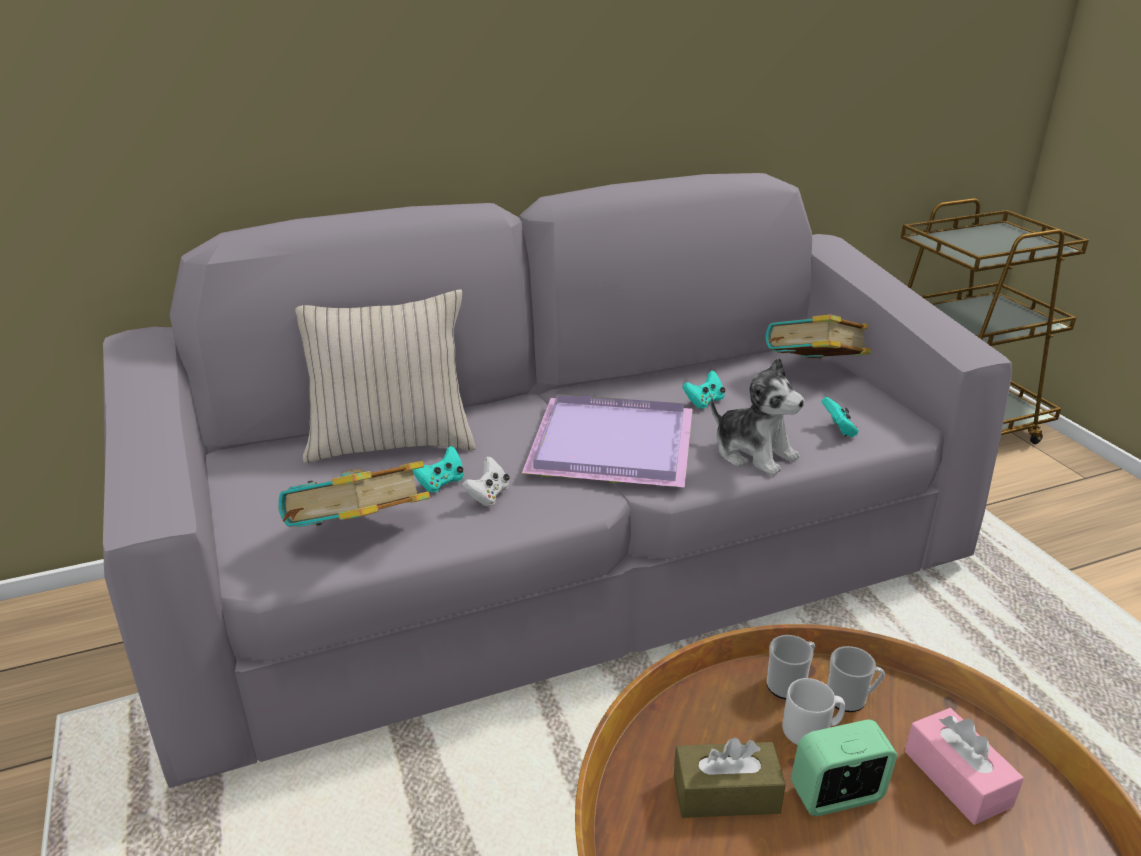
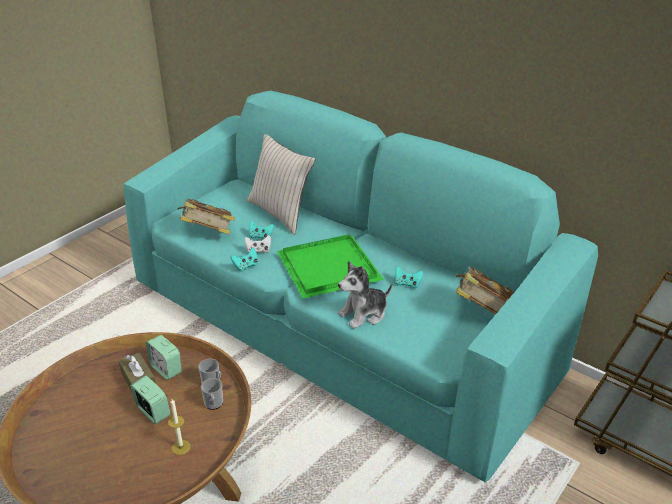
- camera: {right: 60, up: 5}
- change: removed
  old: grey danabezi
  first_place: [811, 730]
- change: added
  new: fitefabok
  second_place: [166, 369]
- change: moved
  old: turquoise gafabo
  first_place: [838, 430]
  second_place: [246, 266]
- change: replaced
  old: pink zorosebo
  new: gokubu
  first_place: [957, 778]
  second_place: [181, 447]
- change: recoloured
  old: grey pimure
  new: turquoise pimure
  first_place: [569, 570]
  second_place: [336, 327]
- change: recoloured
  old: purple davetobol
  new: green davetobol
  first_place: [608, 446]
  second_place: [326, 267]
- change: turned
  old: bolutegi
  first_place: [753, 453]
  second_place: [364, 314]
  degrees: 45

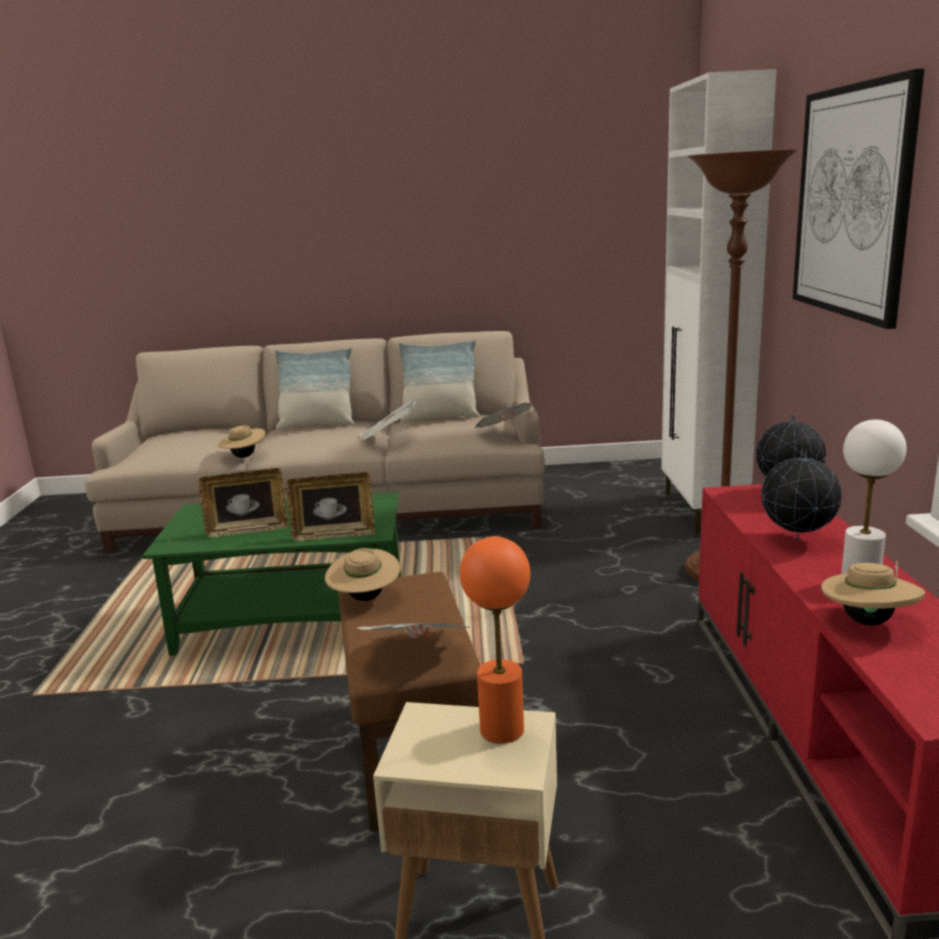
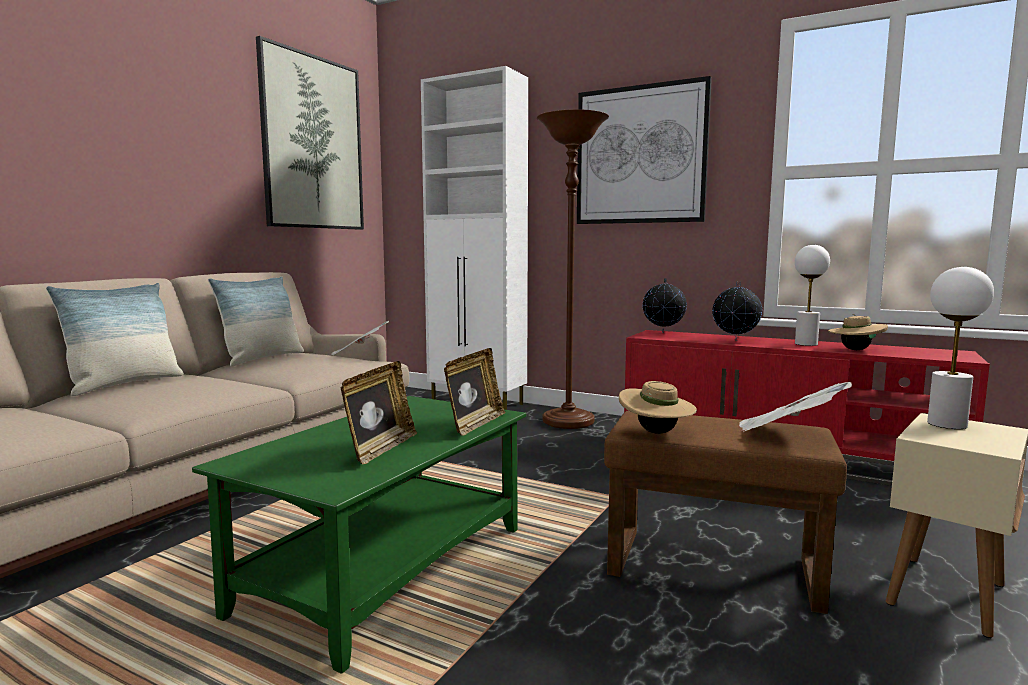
- camera: {right: -60, up: -10}
- change: removed
  old: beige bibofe
  first_place: [243, 456]
- change: removed
  old: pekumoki
  first_place: [387, 437]
- change: added
  new: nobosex
  second_place: [313, 143]
- change: recoloured
  old: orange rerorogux
  new: white rerorogux
  first_place: [501, 729]
  second_place: [946, 424]

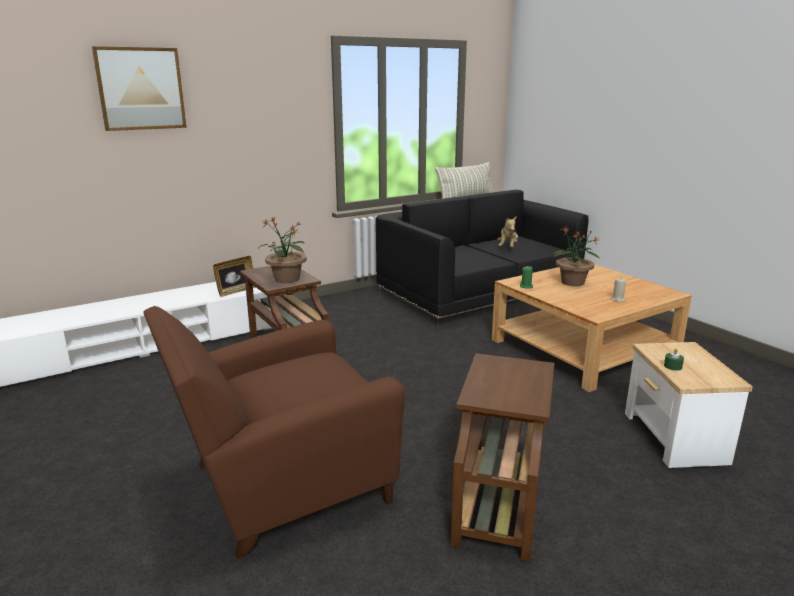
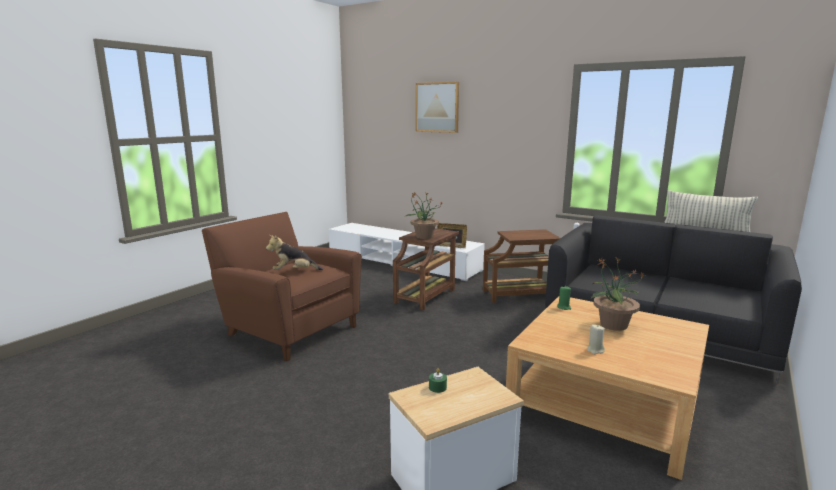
- camera: {right: 65, up: -5}
- change: moved
  old: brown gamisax
  first_place: [499, 504]
  second_place: [519, 295]
- change: moved
  old: bolutegi
  first_place: [508, 247]
  second_place: [294, 272]

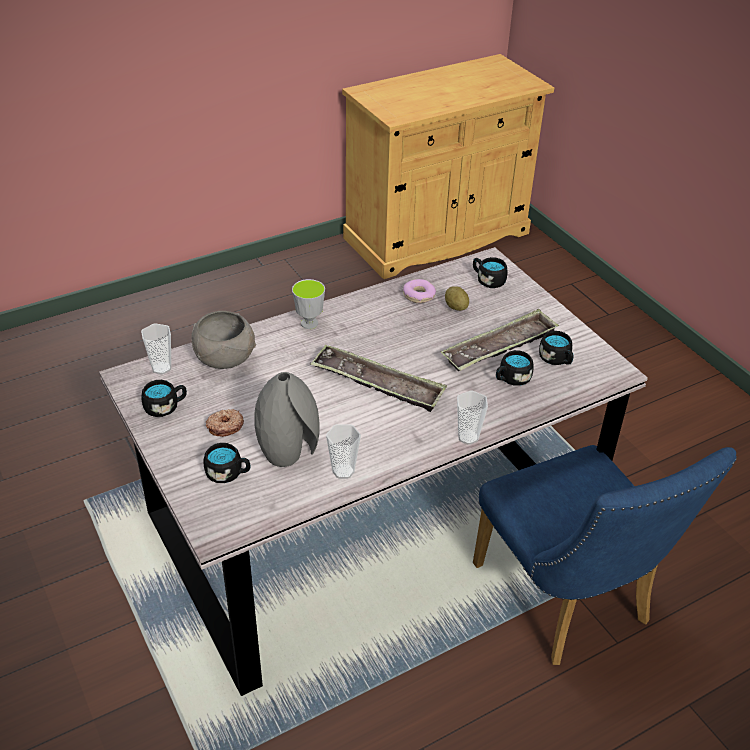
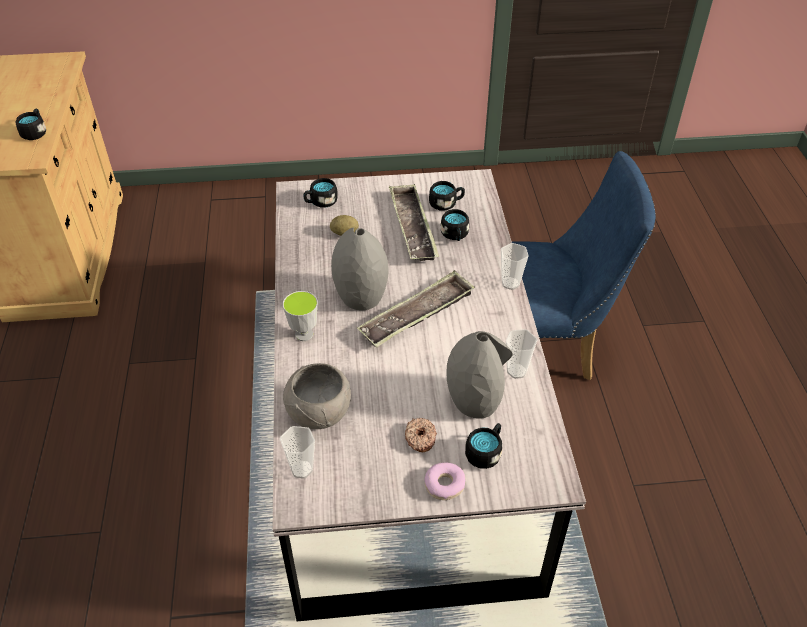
- camera: {right: -65, up: 5}
- change: added
  new: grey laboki
  second_place: [361, 297]
- change: moved
  old: black danabezi
  first_place: [166, 407]
  second_place: [35, 132]
- change: moved
  old: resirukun
  first_place: [419, 296]
  second_place: [444, 485]

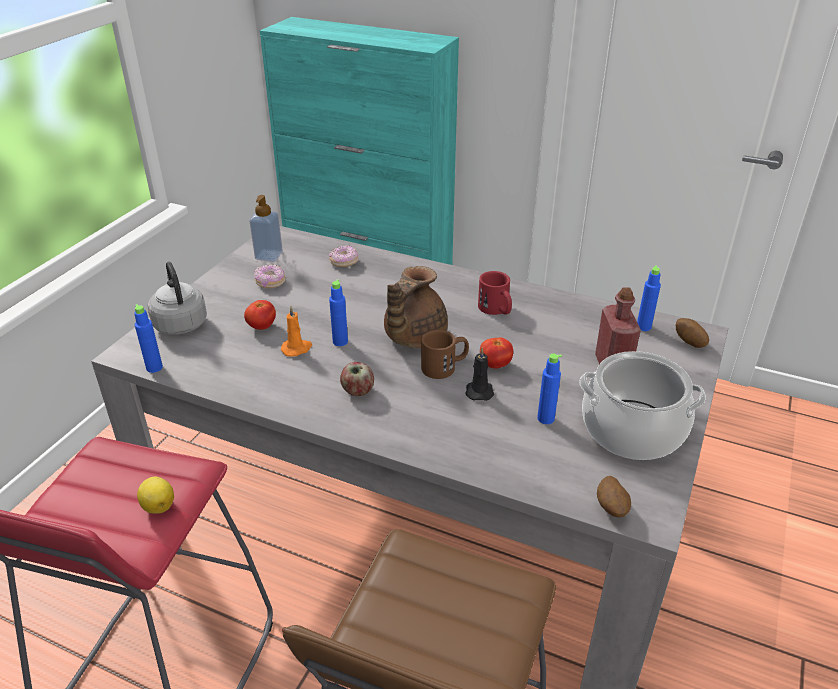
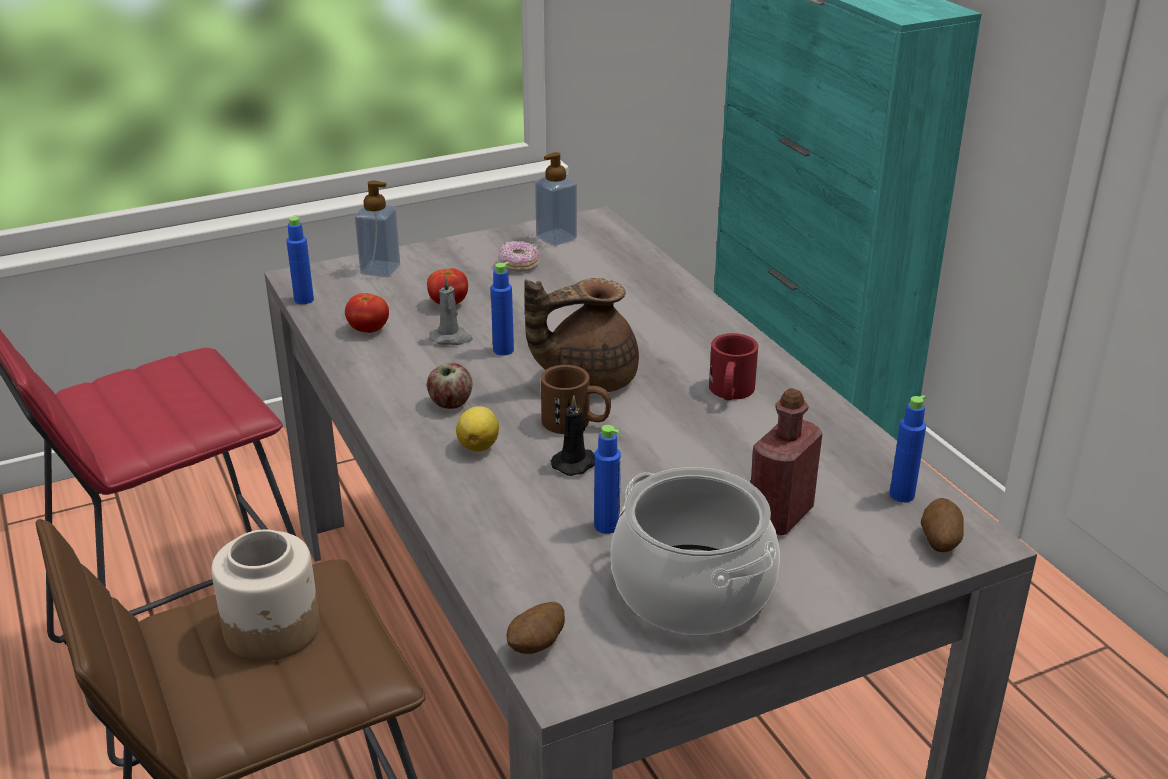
- camera: {right: 40, up: -5}
- change: removed
  old: resirukun
  first_place: [344, 262]
- change: added
  new: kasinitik
  second_place: [273, 630]
- change: moved
  old: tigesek
  first_place: [158, 505]
  second_place: [479, 445]
- change: moved
  old: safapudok
  first_place: [495, 365]
  second_place: [368, 330]
- change: replaced
  old: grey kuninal
  new: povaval
  first_place: [180, 323]
  second_place: [380, 269]
- change: recoloured
  old: orange gokubu
  new: grey gokubu
  first_place: [297, 348]
  second_place: [451, 338]

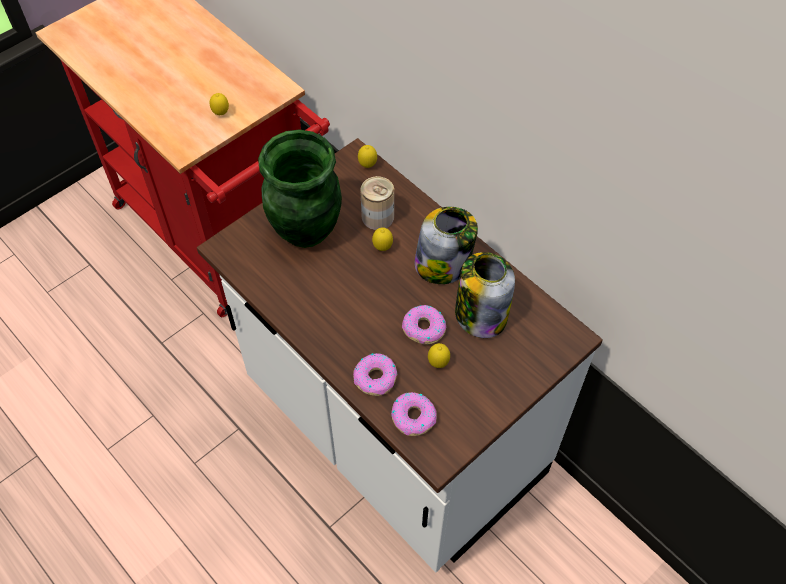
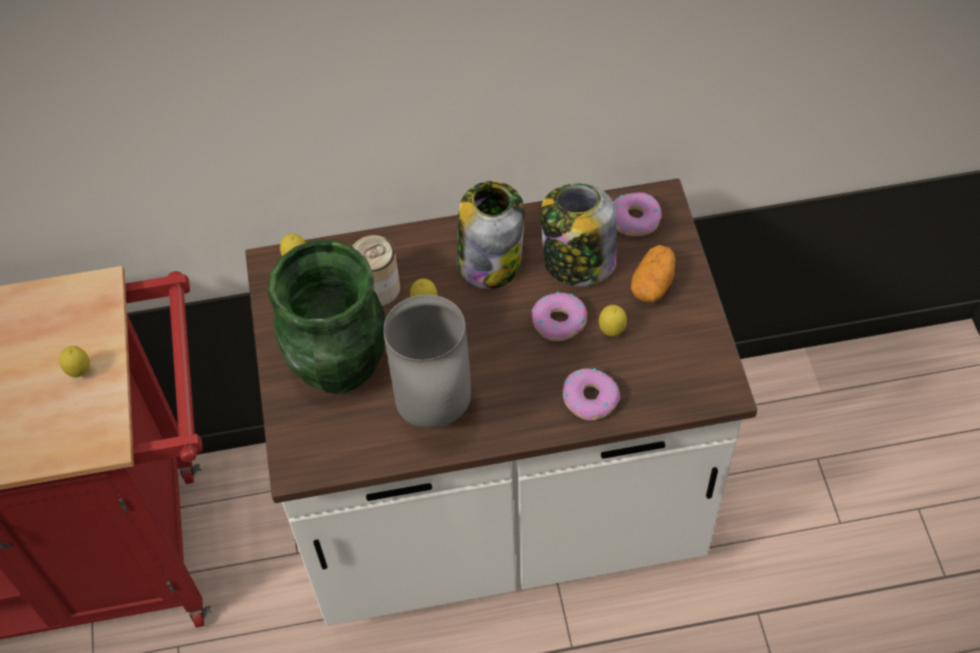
- camera: {right: -55, up: 0}
- change: added
  new: grey laboki
  second_place: [437, 411]
- change: added
  new: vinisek
  second_place: [653, 284]
- change: moved
  old: resirukun
  first_place: [413, 417]
  second_place: [634, 219]

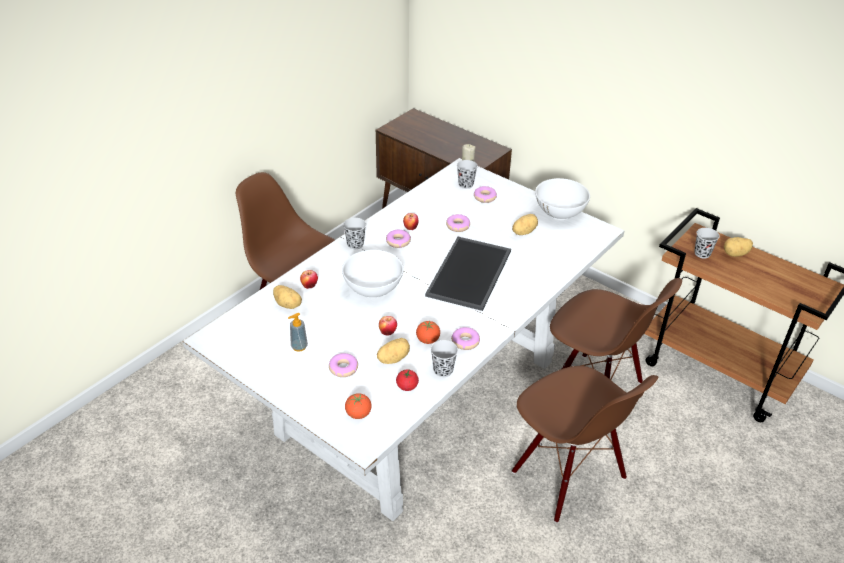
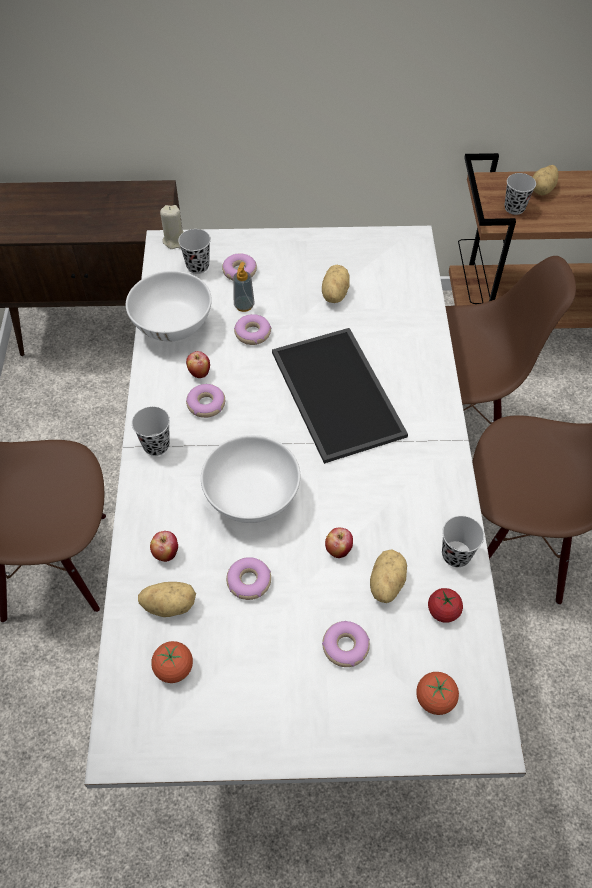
- camera: {right: -40, up: 15}
- change: moved
  old: povaval
  first_place: [299, 346]
  second_place: [244, 305]
- change: moved
  old: safapudok
  first_place: [427, 340]
  second_place: [174, 668]
- change: moved
  old: resirukun
  first_place: [465, 342]
  second_place: [249, 581]
- change: moved
  old: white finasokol
  first_place: [560, 213]
  second_place: [173, 326]

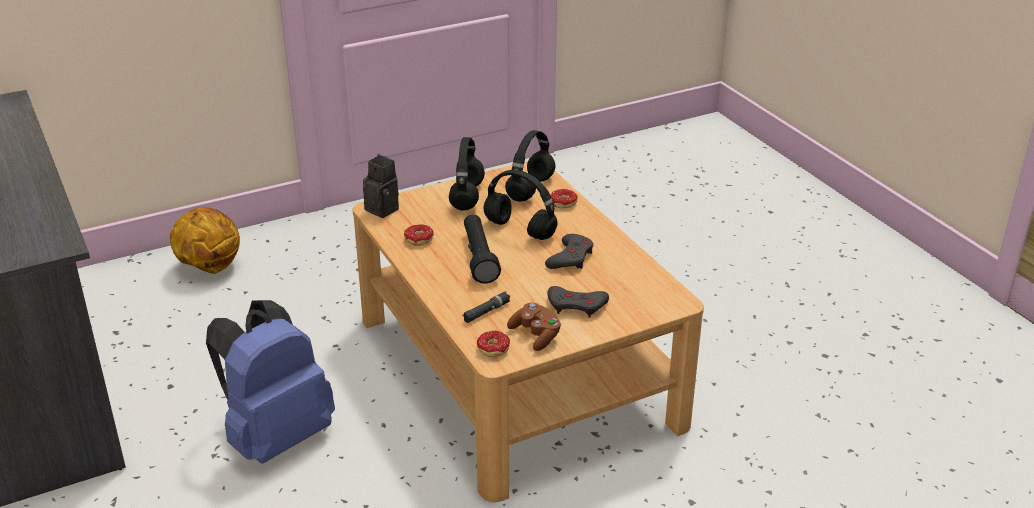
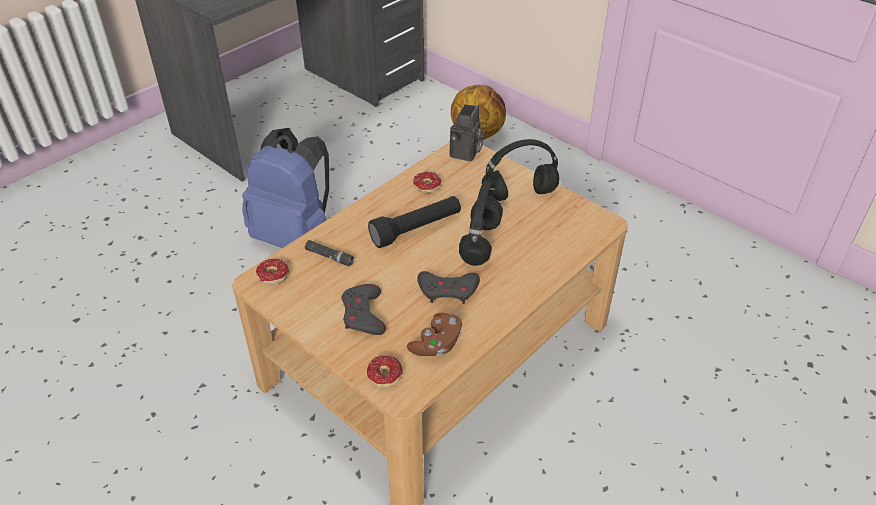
- camera: {right: 70, up: 10}
- change: removed
  old: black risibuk
  first_place: [530, 190]
- change: moved
  old: brown gafabo
  first_place: [536, 335]
  second_place: [437, 344]
- change: moved
  old: resirukun
  first_place: [563, 206]
  second_place: [378, 377]

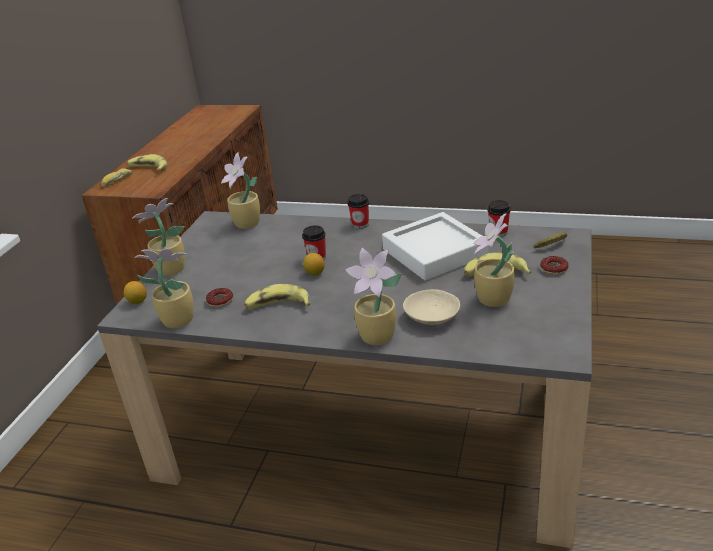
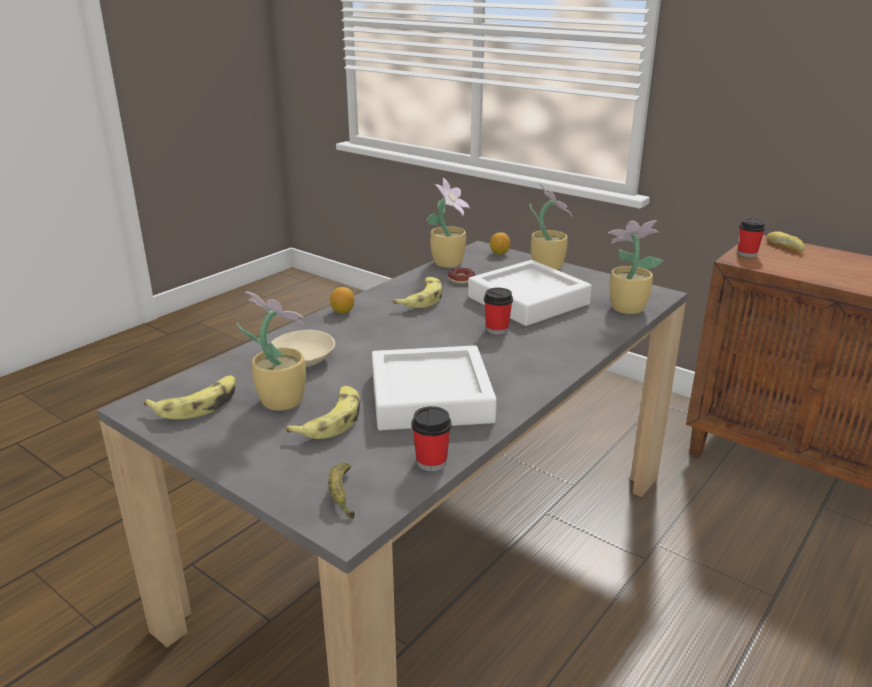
- camera: {right: 110, up: -5}
- change: removed
  old: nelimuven
  first_place: [378, 337]
- change: removed
  old: resirukun
  first_place: [554, 269]
- change: added
  new: white davetobol
  second_place: [528, 300]
- change: moved
  old: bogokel
  first_place: [148, 168]
  second_place: [198, 404]
- change: moved
  old: tigesek
  first_place: [315, 273]
  second_place: [342, 311]
- change: moved
  old: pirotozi
  first_place: [360, 224]
  second_place: [747, 254]

